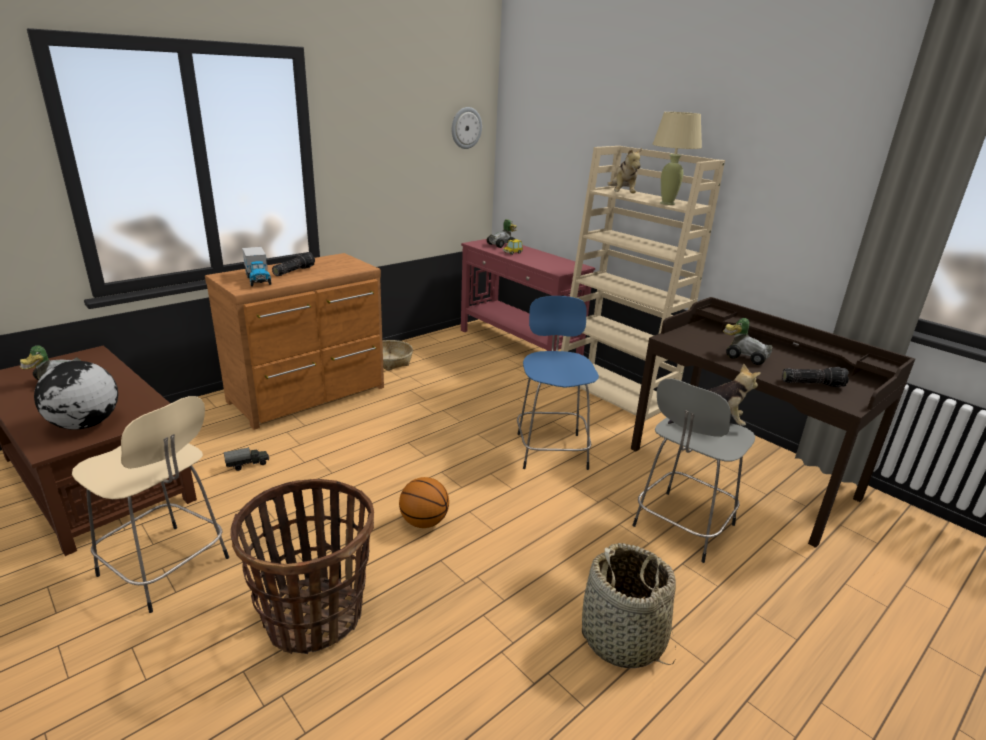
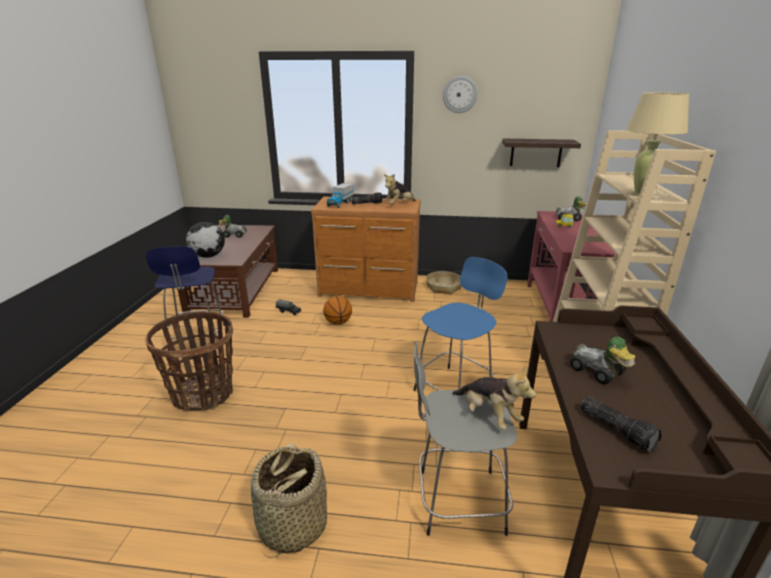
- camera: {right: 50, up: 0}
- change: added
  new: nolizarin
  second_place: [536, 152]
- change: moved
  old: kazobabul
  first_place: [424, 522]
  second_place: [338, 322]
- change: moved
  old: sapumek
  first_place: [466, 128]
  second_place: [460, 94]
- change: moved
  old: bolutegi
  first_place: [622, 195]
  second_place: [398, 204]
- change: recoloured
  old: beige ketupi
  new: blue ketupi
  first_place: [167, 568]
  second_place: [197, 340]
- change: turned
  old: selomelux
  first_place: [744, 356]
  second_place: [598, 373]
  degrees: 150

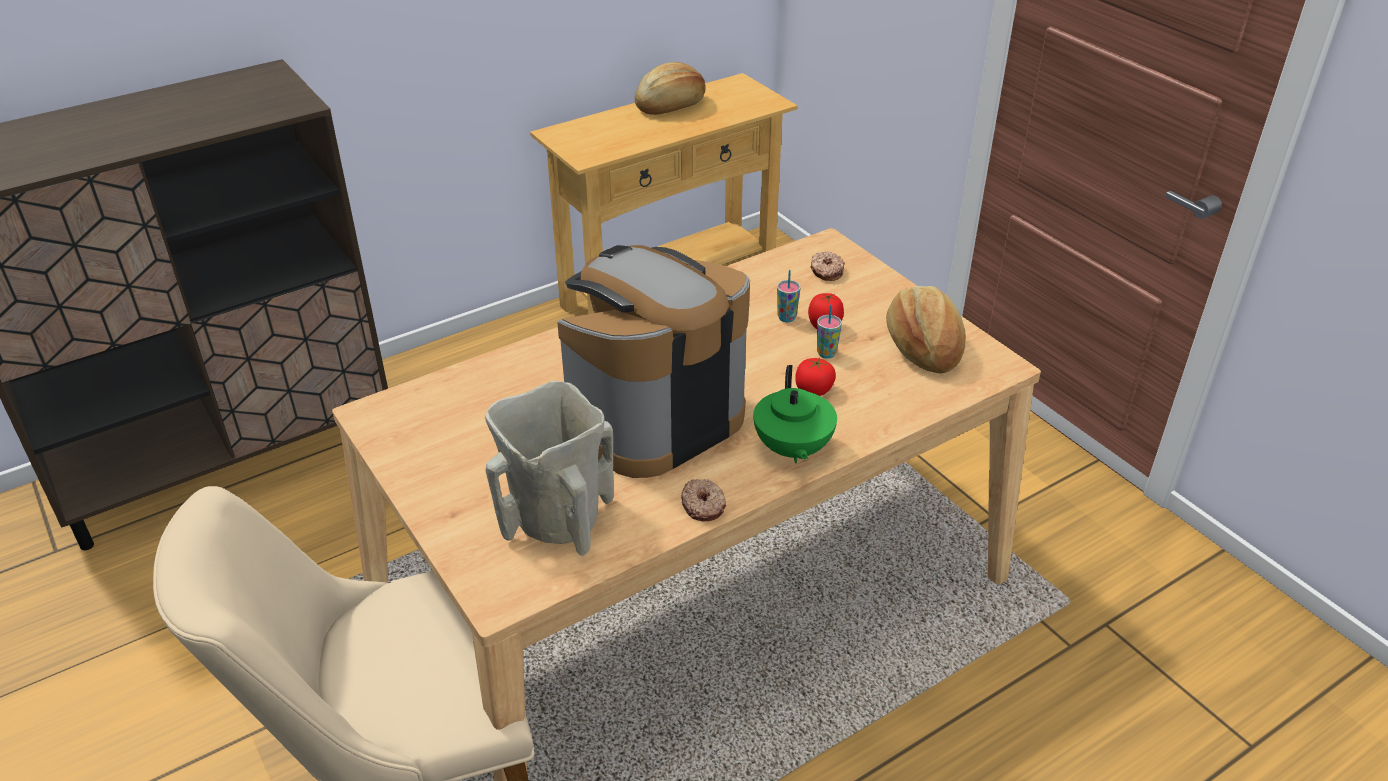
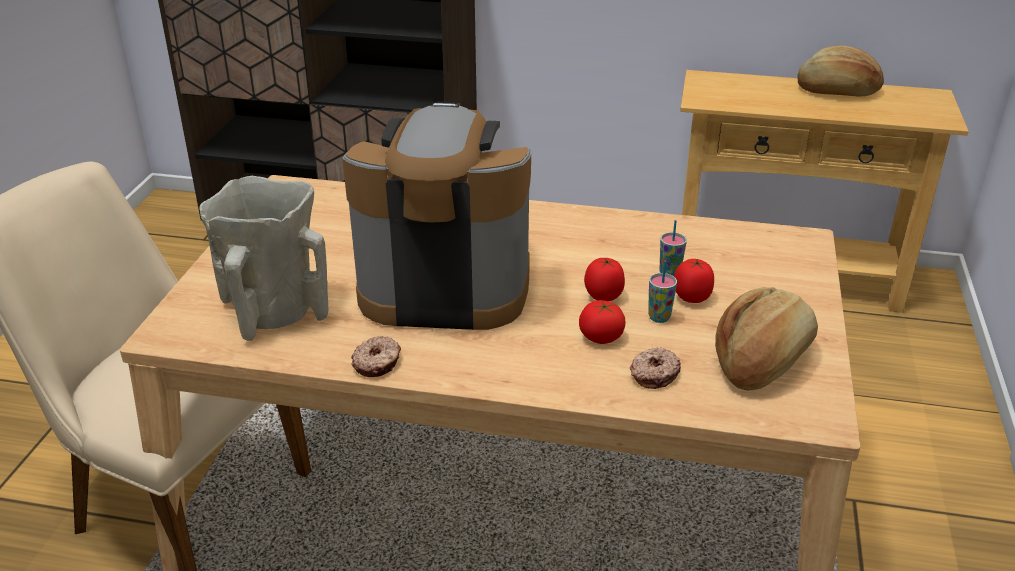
- camera: {right: 45, up: -5}
- change: removed
  old: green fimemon
  first_place: [792, 449]
- change: added
  new: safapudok
  second_place: [603, 296]
- change: moved
  old: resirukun
  first_place: [826, 271]
  second_place: [653, 374]

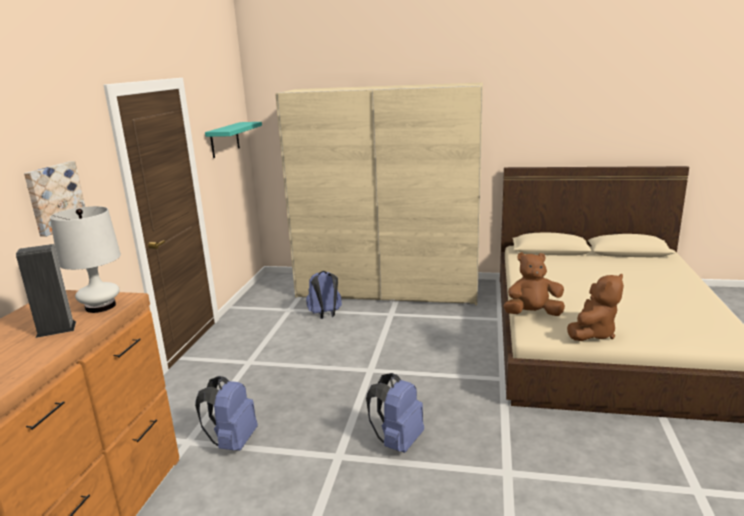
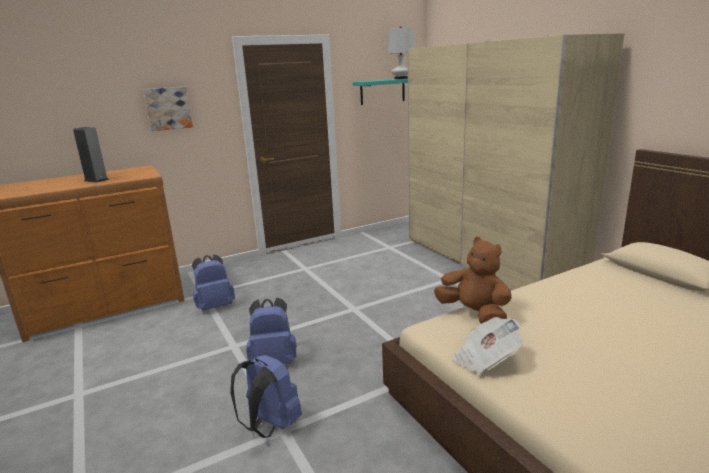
- camera: {right: 50, up: 0}
- change: moved
  old: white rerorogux
  first_place: [100, 306]
  second_place: [401, 78]
- change: moved
  old: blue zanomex
  first_place: [325, 315]
  second_place: [270, 425]
- change: replaced
  old: brown bolutegi
  new: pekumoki
  first_place: [592, 333]
  second_place: [485, 359]

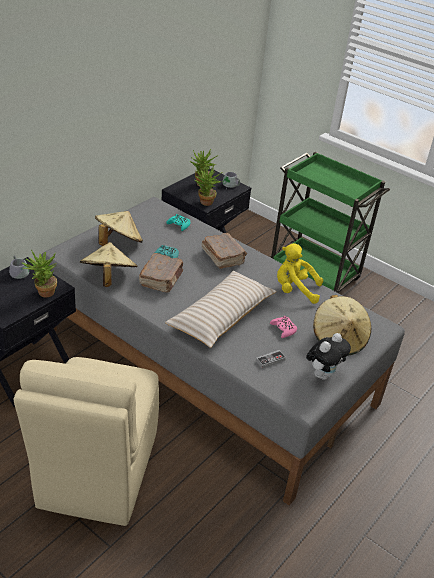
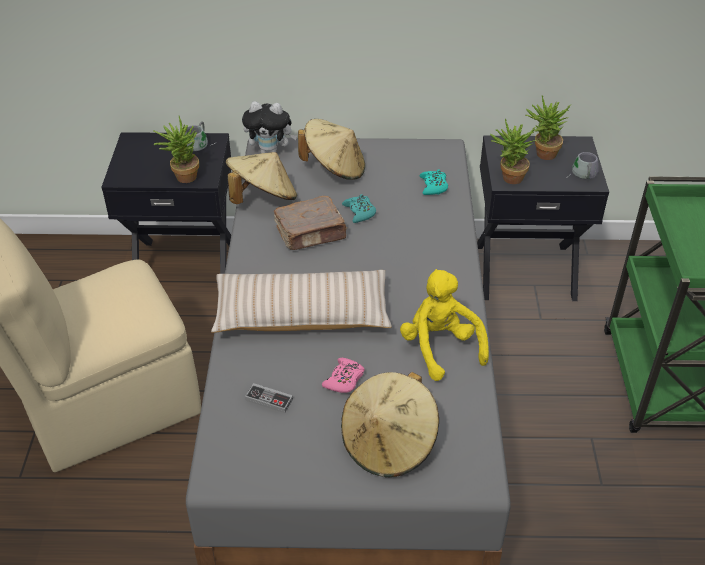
- camera: {right: 55, up: 5}
- change: removed
  old: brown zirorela
  first_place: [222, 257]
- change: moved
  old: bolutegi
  first_place: [323, 374]
  second_place: [271, 152]

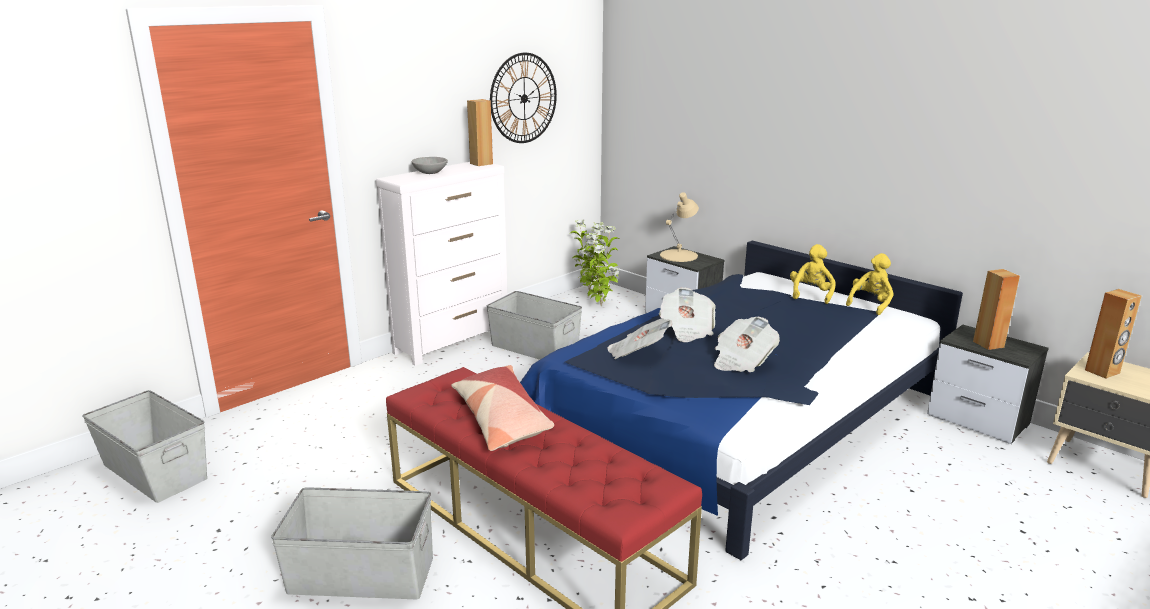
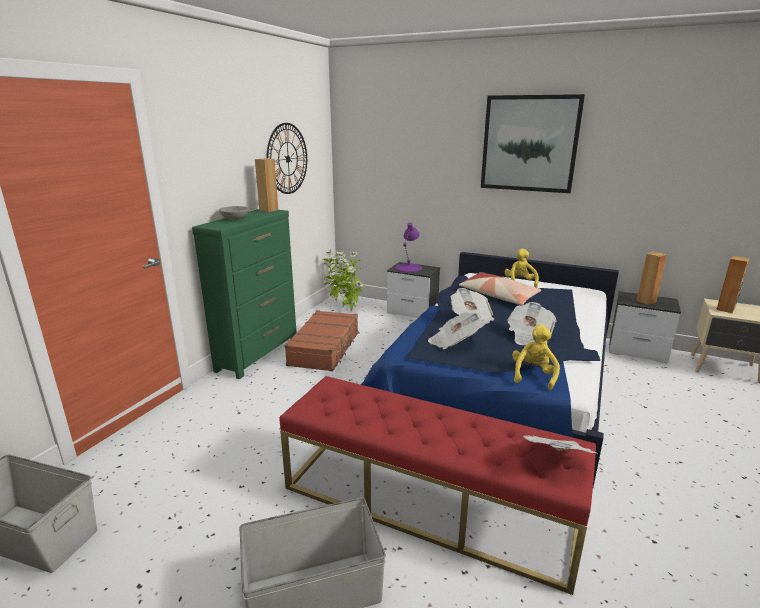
- camera: {right: -20, up: 0}
- change: added
  new: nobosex
  second_place: [529, 144]
- change: added
  new: pekumoki
  second_place: [558, 459]
- change: moved
  old: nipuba
  first_place: [501, 419]
  second_place: [498, 296]
- change: moved
  old: yellow bolutegi
  first_place: [870, 304]
  second_place: [533, 375]
- change: replaced
  old: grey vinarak
  new: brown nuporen
  first_place: [534, 347]
  second_place: [325, 349]
- change: recoloured
  old: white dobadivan
  new: green dobadivan
  first_place: [453, 341]
  second_place: [258, 354]
- change: recoloured
  old: beige rerorogux
  new: purple rerorogux
  first_place: [679, 255]
  second_place: [408, 268]

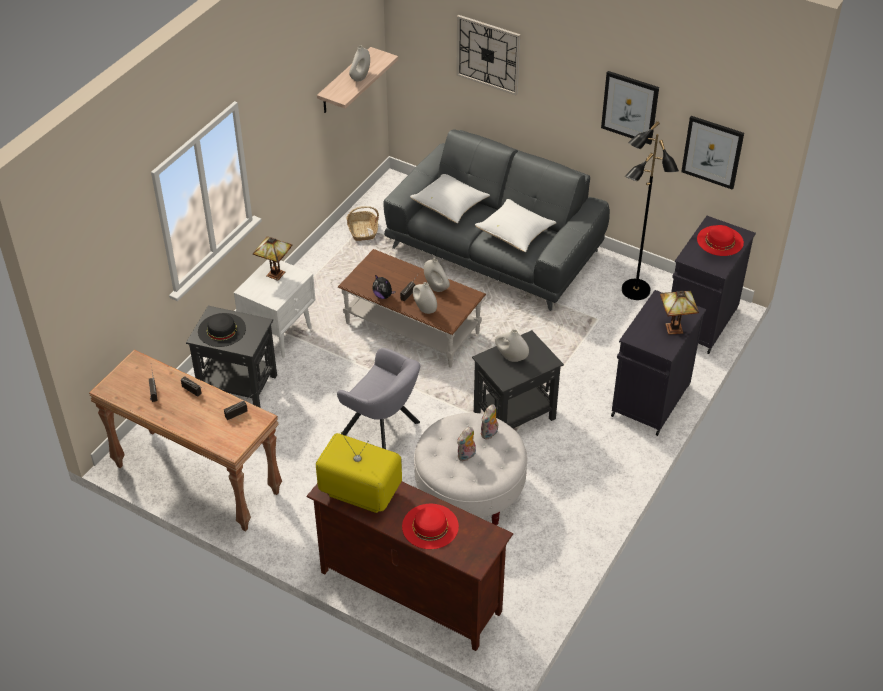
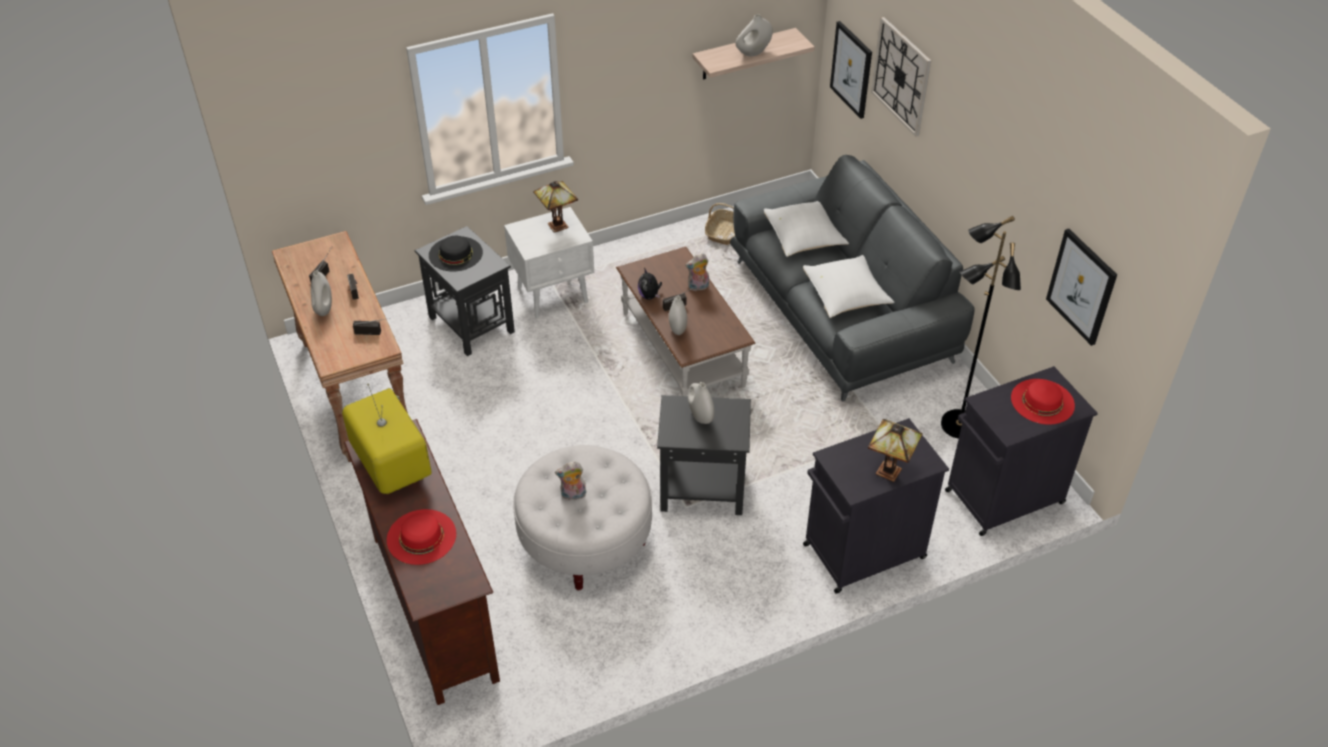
- camera: {right: 35, up: 0}
- change: removed
  old: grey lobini
  first_place: [383, 431]
- change: moved
  old: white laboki
  first_place: [436, 287]
  second_place: [324, 309]
- change: moved
  old: bolutegi
  first_place: [489, 434]
  second_place: [698, 287]
- change: moved
  old: nobosex
  first_place: [630, 107]
  second_place: [851, 69]

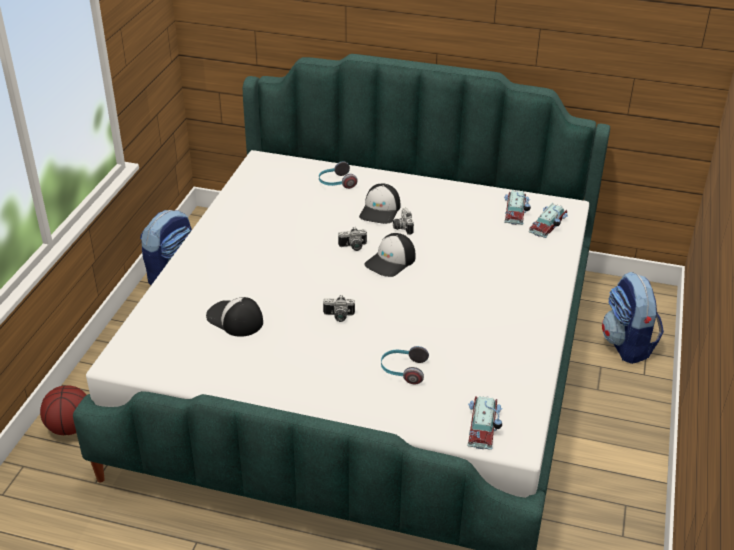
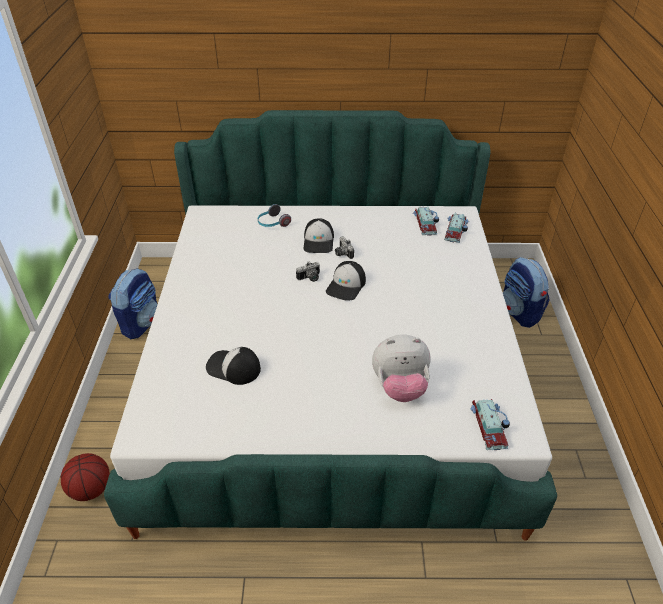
- camera: {right: -15, up: 5}
- change: removed
  old: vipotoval
  first_place: [338, 317]
- change: replaced
  old: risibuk
  new: bolutegi
  first_place: [403, 370]
  second_place: [400, 387]

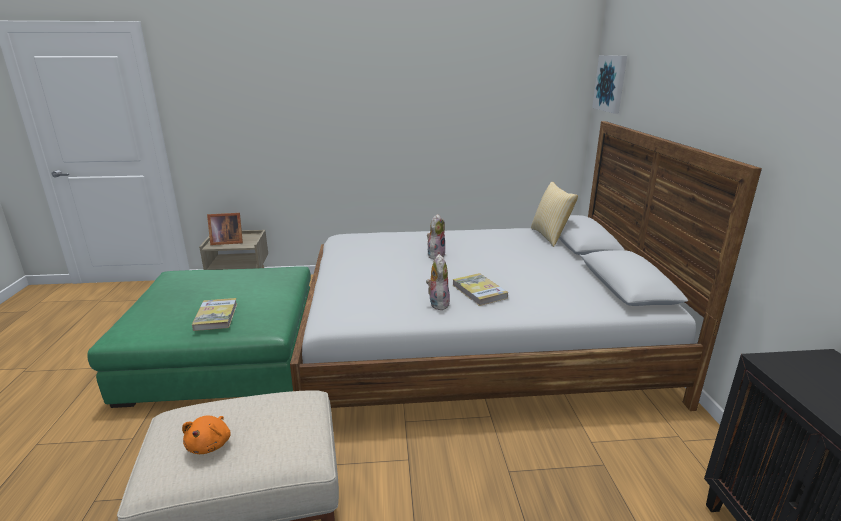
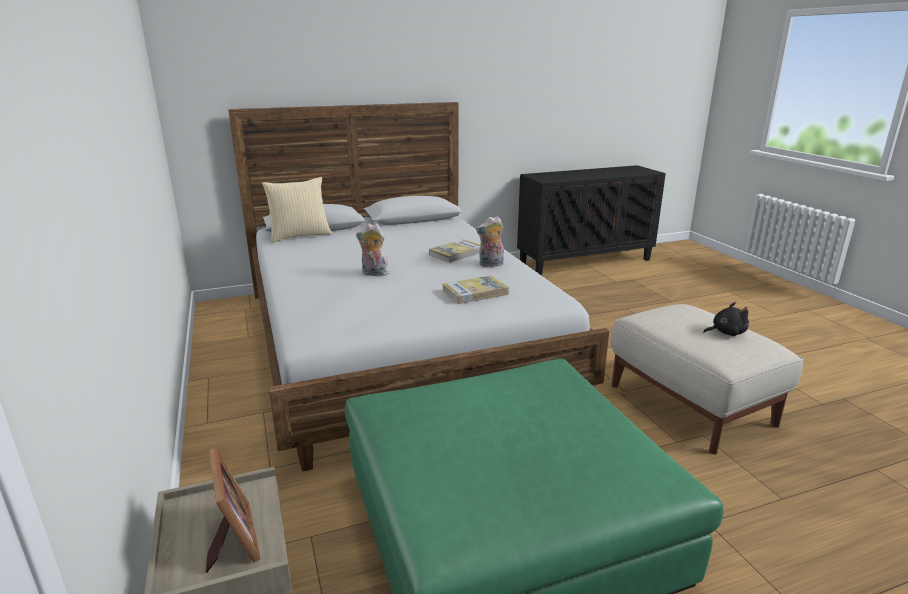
- camera: {right: -105, up: 0}
- change: removed
  old: nobosex
  first_place: [610, 83]
- change: moved
  old: zirorela
  first_place: [216, 316]
  second_place: [475, 292]
- change: recoloured
  old: orange bolutegi
  new: black bolutegi
  first_place: [210, 444]
  second_place: [726, 332]

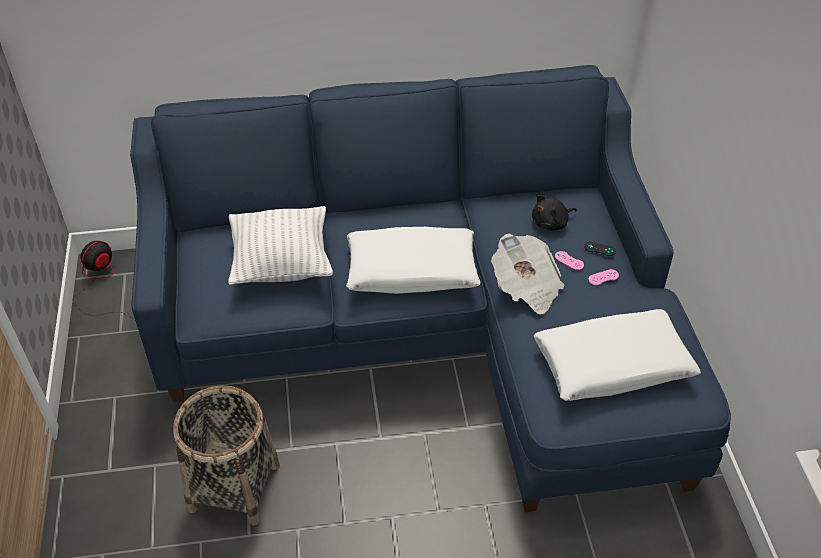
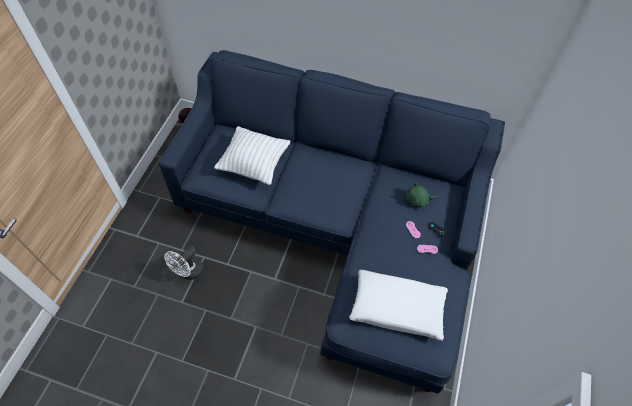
- camera: {right: 25, up: 10}
- change: removed
  old: white nipuba
  first_place: [411, 271]
- change: removed
  old: pekumoki
  first_place: [526, 287]
- change: replaced
  old: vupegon
  new: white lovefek
  first_place: [234, 486]
  second_place: [189, 272]
- change: recoloured
  old: black bolutegi
  new: green bolutegi
  first_place: [551, 223]
  second_place: [418, 200]

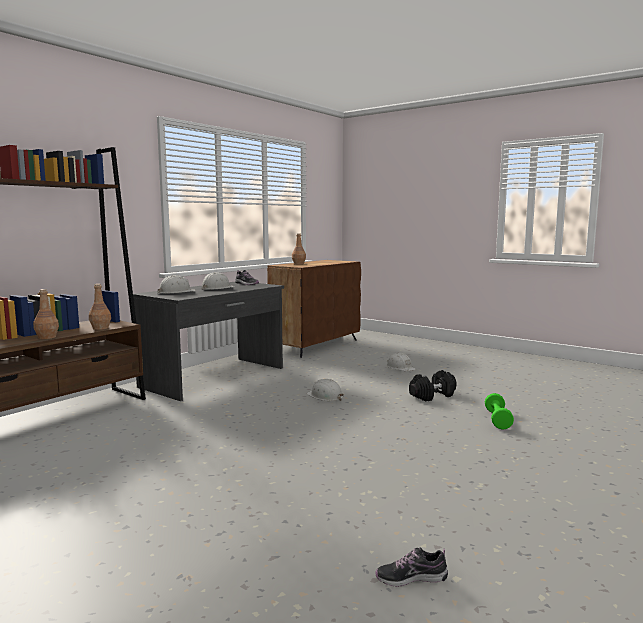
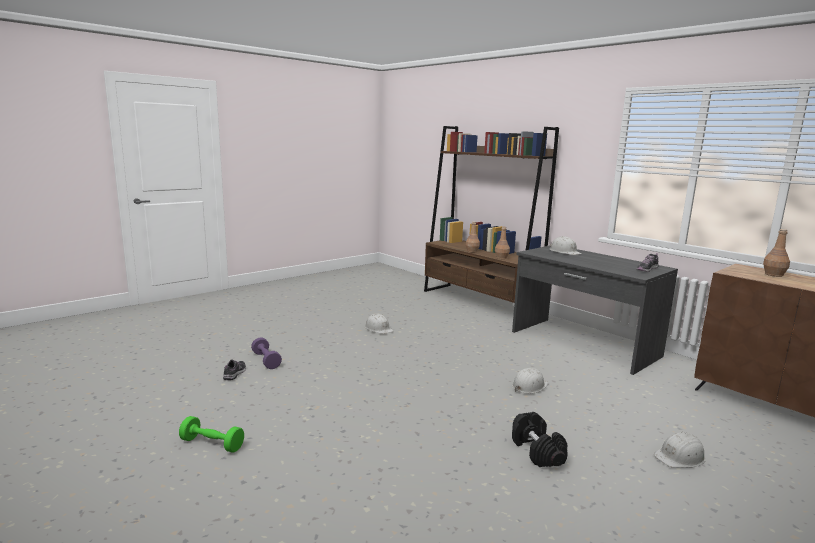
- camera: {right: 100, up: 5}
- change: added
  new: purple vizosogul
  second_place: [266, 360]
- change: moved
  old: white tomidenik
  first_place: [217, 288]
  second_place: [378, 329]
- change: moved
  old: green vizosogul
  first_place: [497, 420]
  second_place: [212, 444]

